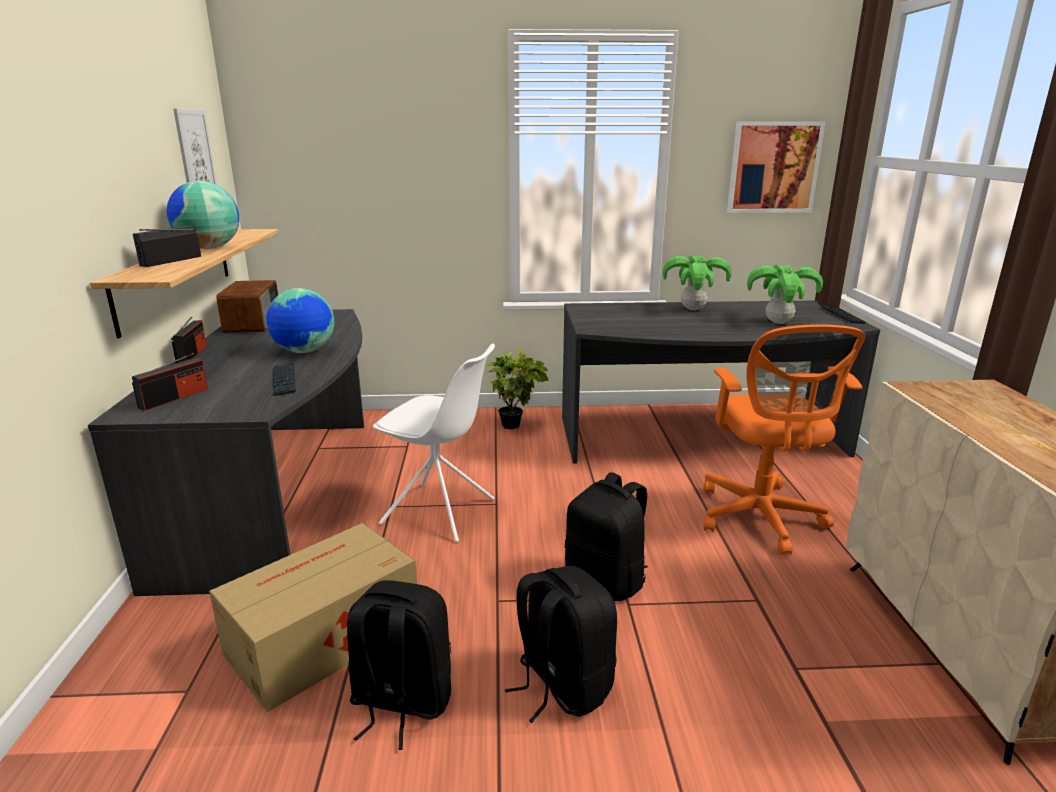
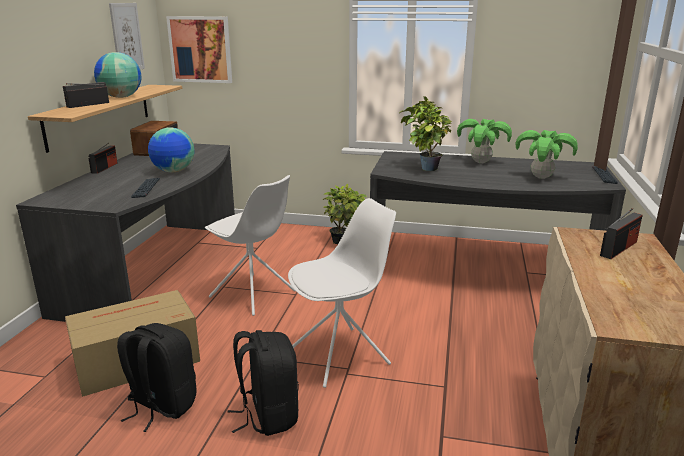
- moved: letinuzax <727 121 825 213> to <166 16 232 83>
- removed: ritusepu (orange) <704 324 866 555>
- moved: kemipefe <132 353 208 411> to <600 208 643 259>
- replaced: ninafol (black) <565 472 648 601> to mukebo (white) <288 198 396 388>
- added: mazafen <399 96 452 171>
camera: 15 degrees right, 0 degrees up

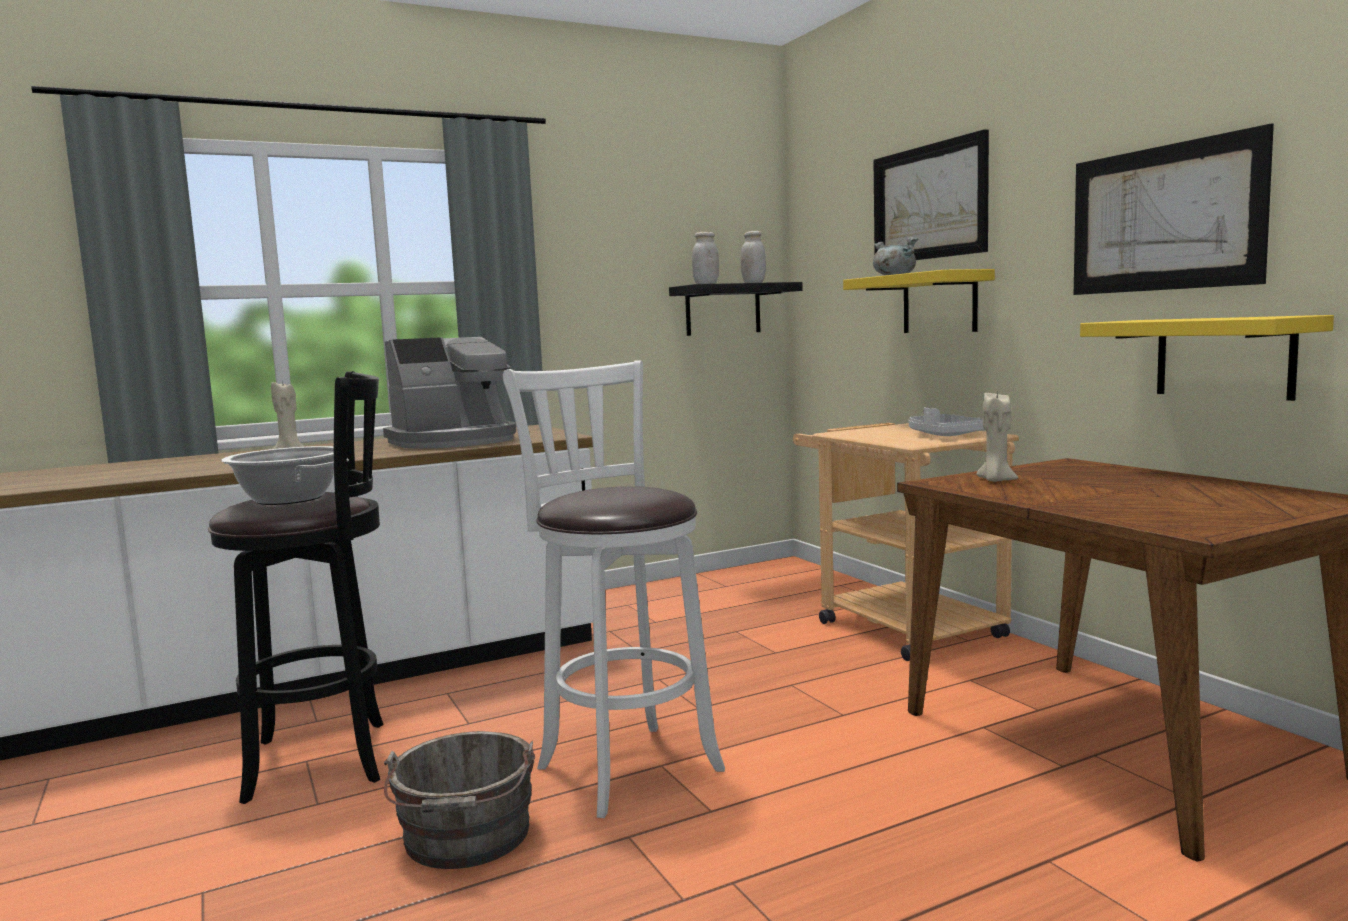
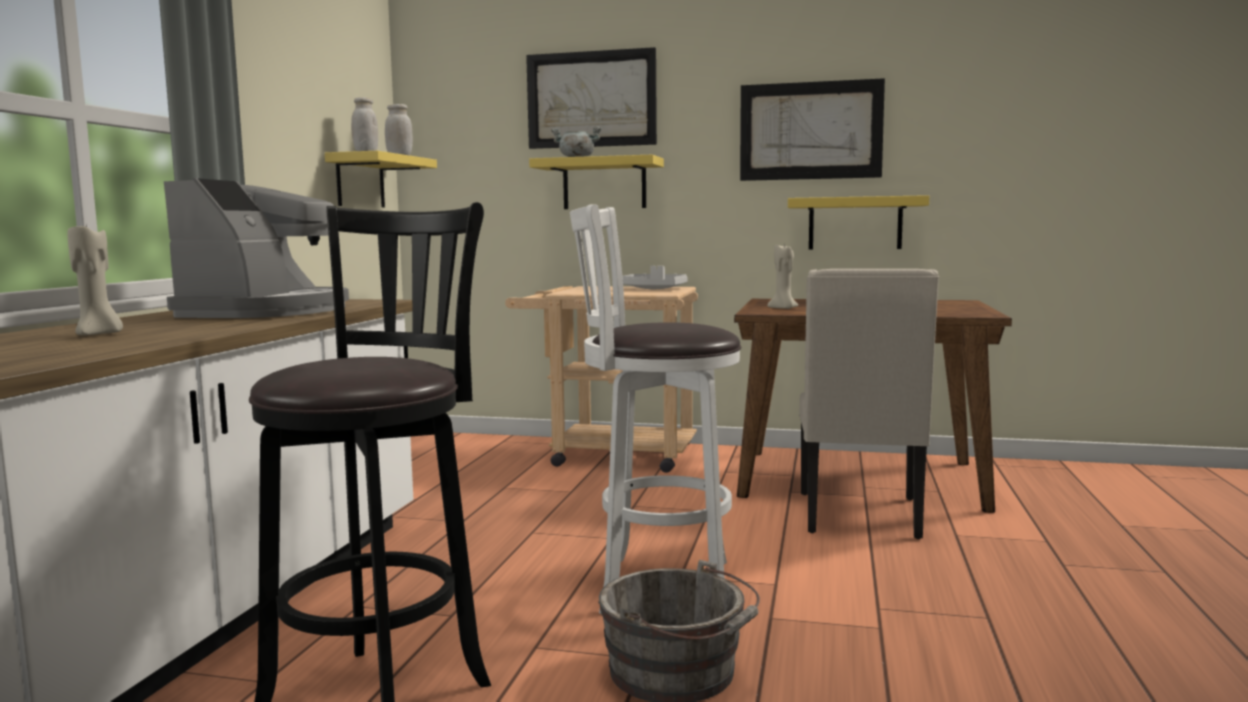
- recoloured: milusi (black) <669 282 803 336> to milusi (yellow) <325 151 437 207>
- removed: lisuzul <221 446 349 505>
- added: mukebo (beige) <799 269 939 539>
camera: 50 degrees left, 0 degrees up

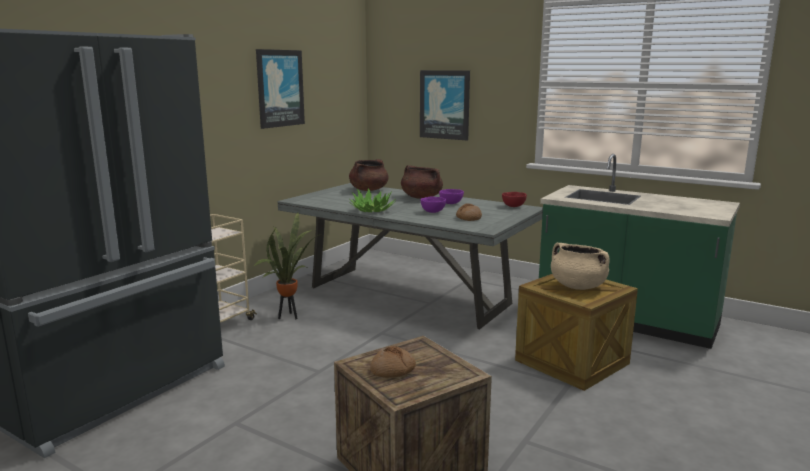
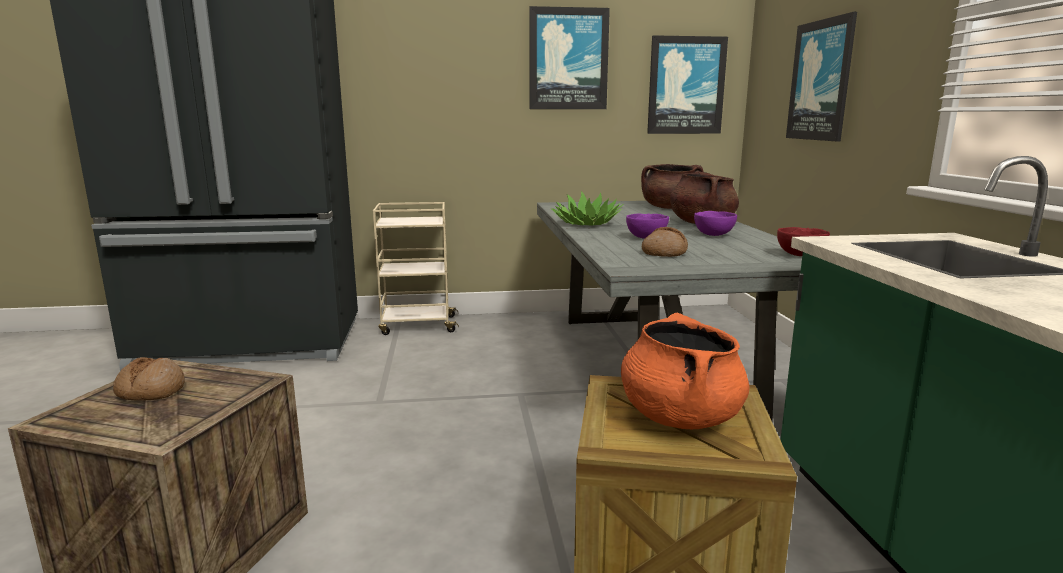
- removed: mazafen <253 212 319 319>
- recoloured: lisuzul (beige) <551 243 610 290> to lisuzul (orange) <621 313 750 429>
- added: letinuzax <647 35 728 134>
camera: 50 degrees right, 0 degrees up

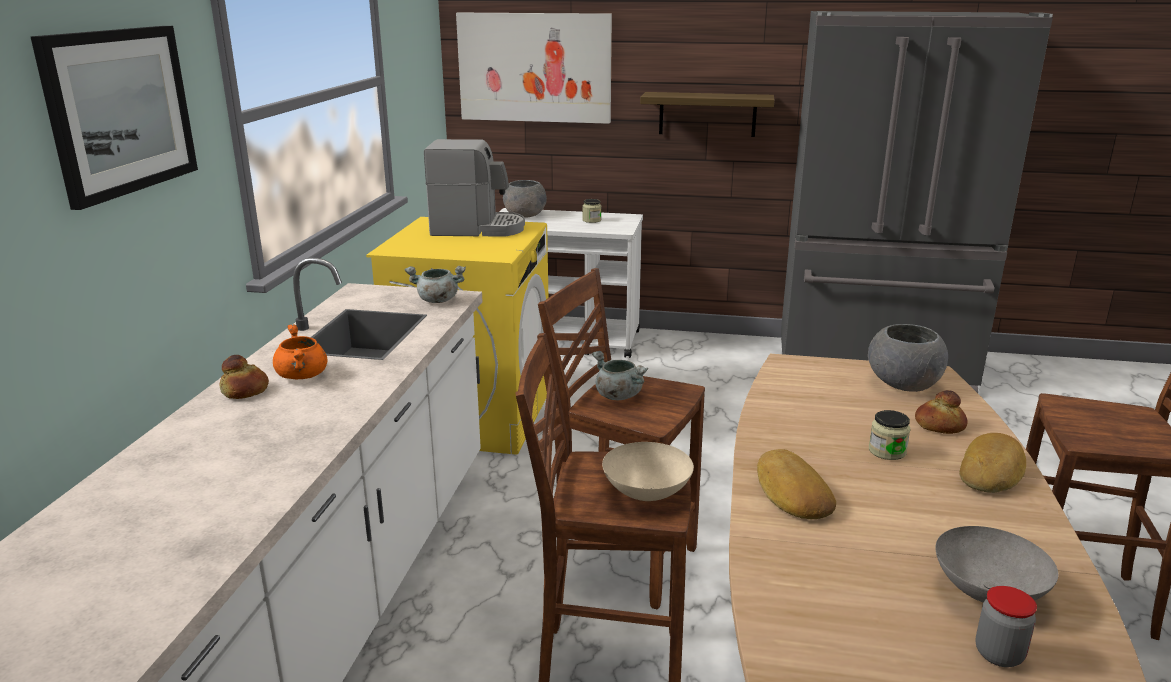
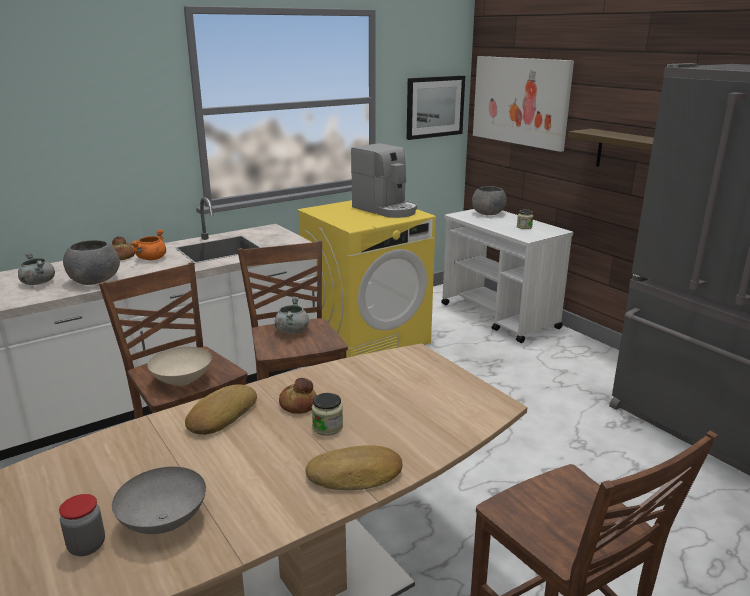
- moved: letinuzax <31 26 198 210> to <407 76 465 140>
- moved: lisuzul (grey) <405 266 466 303> to <18 252 55 285>
- moved: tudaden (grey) <868 324 948 392> to <63 240 120 285>
- moved: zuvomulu <915 390 968 434> to <279 378 317 414>
camera: 45 degrees right, 0 degrees up

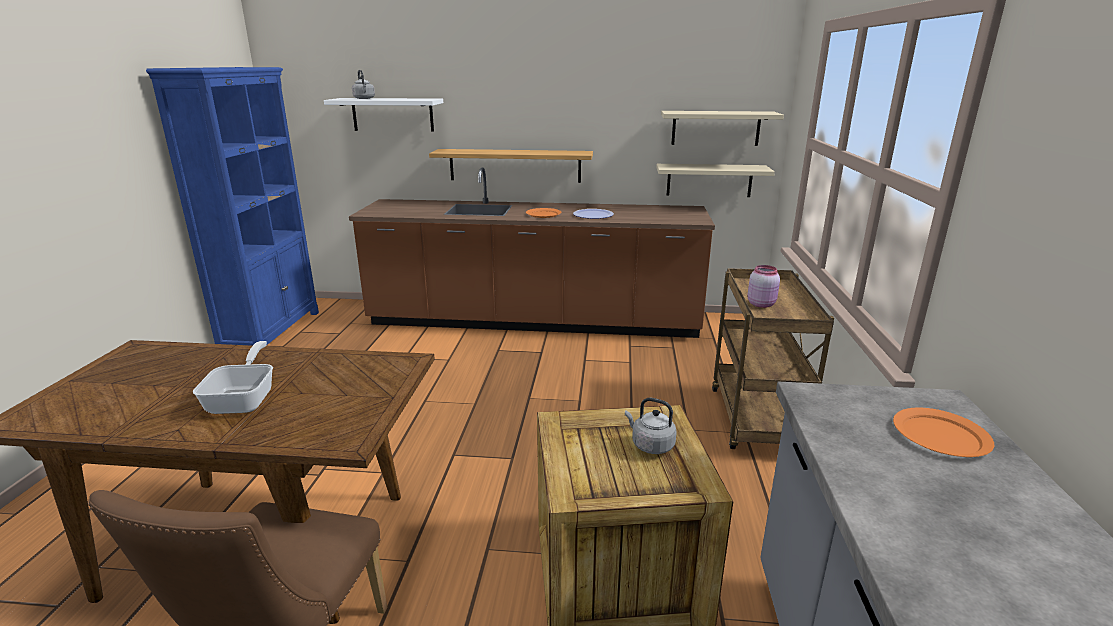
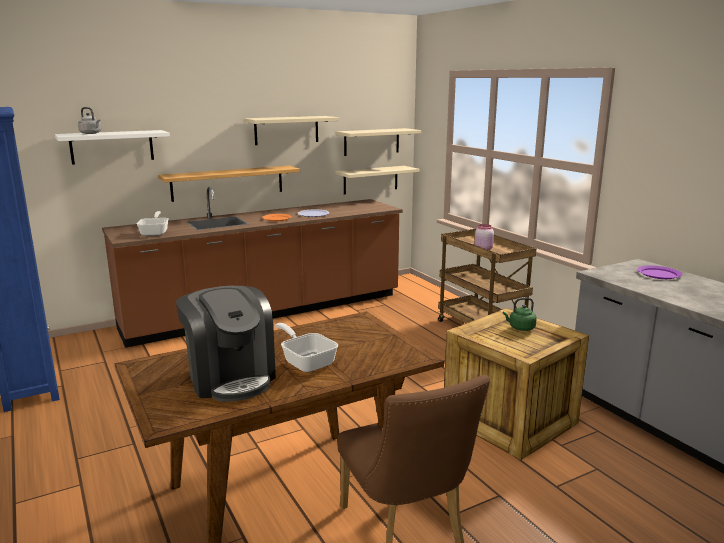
- recoloured: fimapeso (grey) <625 398 677 454> to fimapeso (green) <503 298 537 331>
- recoloured: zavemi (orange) <893 408 994 457> to zavemi (purple) <637 266 682 279>
- added: milusi (beige) <244 116 339 145>
- added: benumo <137 211 169 236>
- added: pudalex <176 286 276 402>
camera: 35 degrees left, 5 degrees down

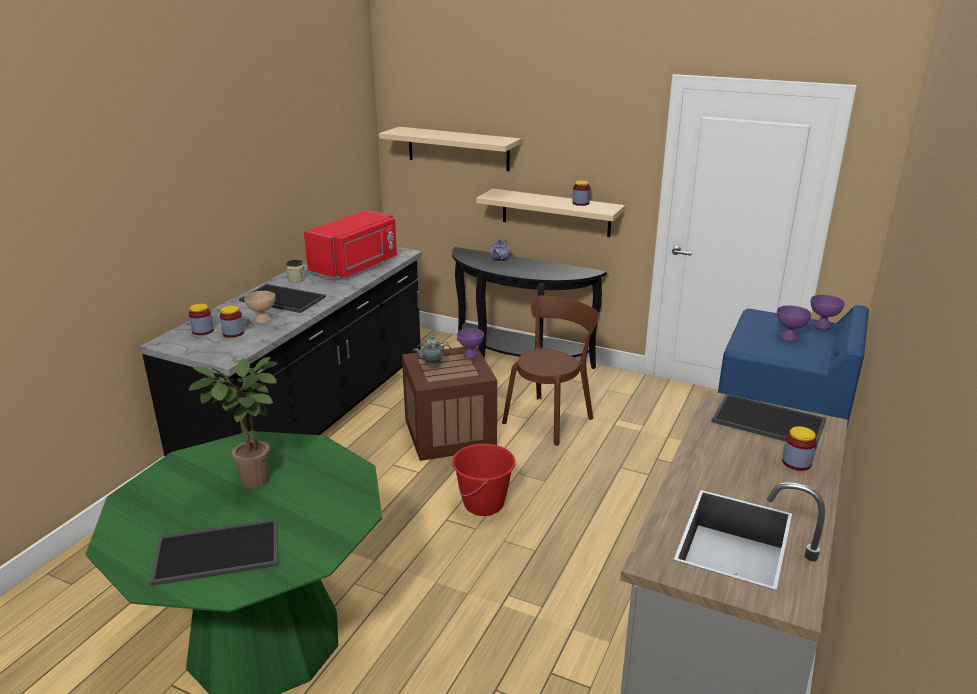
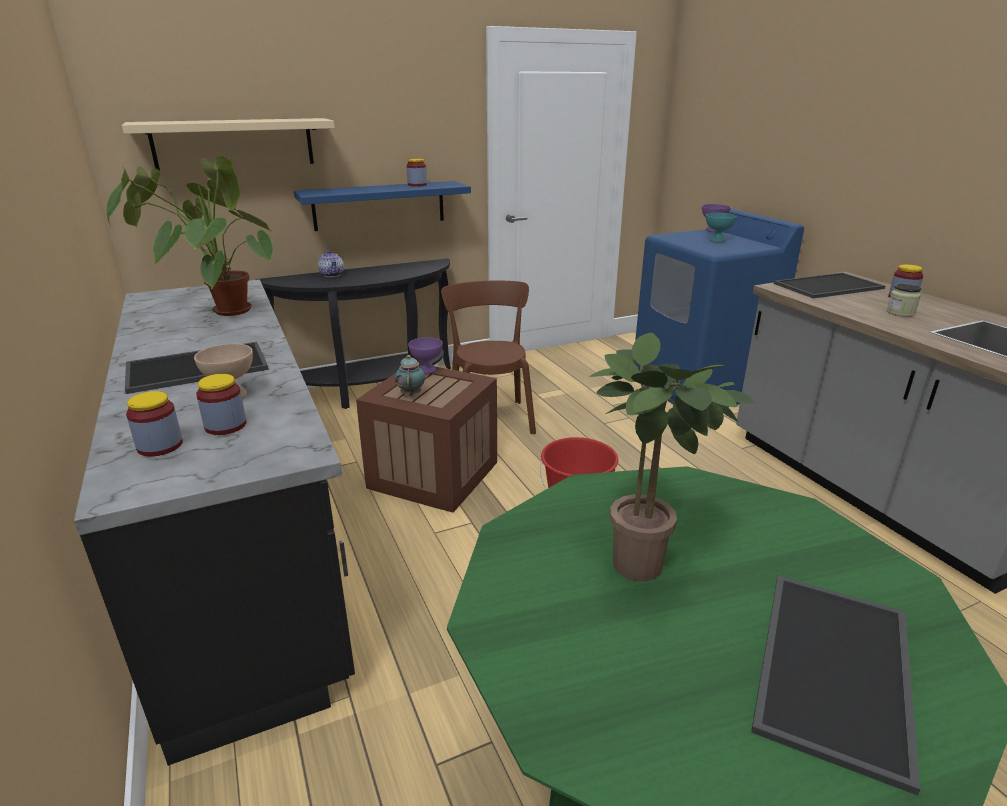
- recoloured: milusi (beige) <476 189 625 237> to milusi (blue) <294 181 471 231>
- replaced: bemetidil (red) <304 210 397 279> to mazafen <106 156 273 316>
- moved: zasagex <286 260 305 282> to <887 284 921 317>
- recoloured: tudaden (purple) <777 305 812 341> to tudaden (turquoise) <706 213 736 243>
- turned: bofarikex <413 336 451 366> = <395 355 425 396> 150 degrees clockwise
camera: 50 degrees left, 0 degrees up

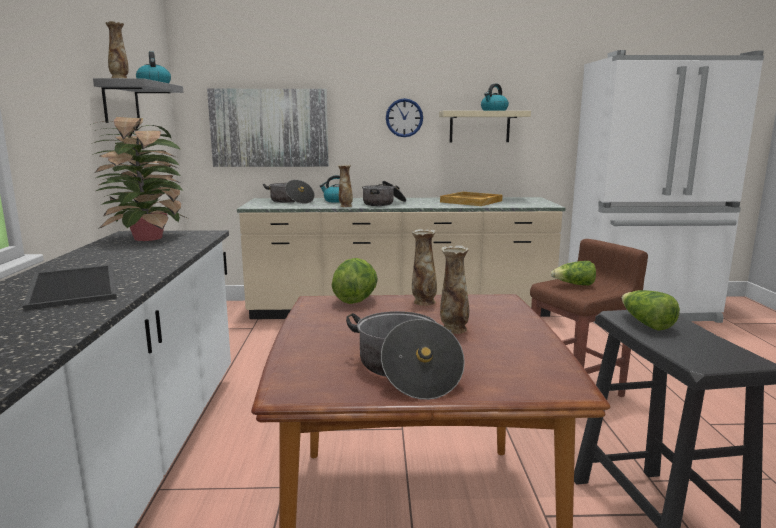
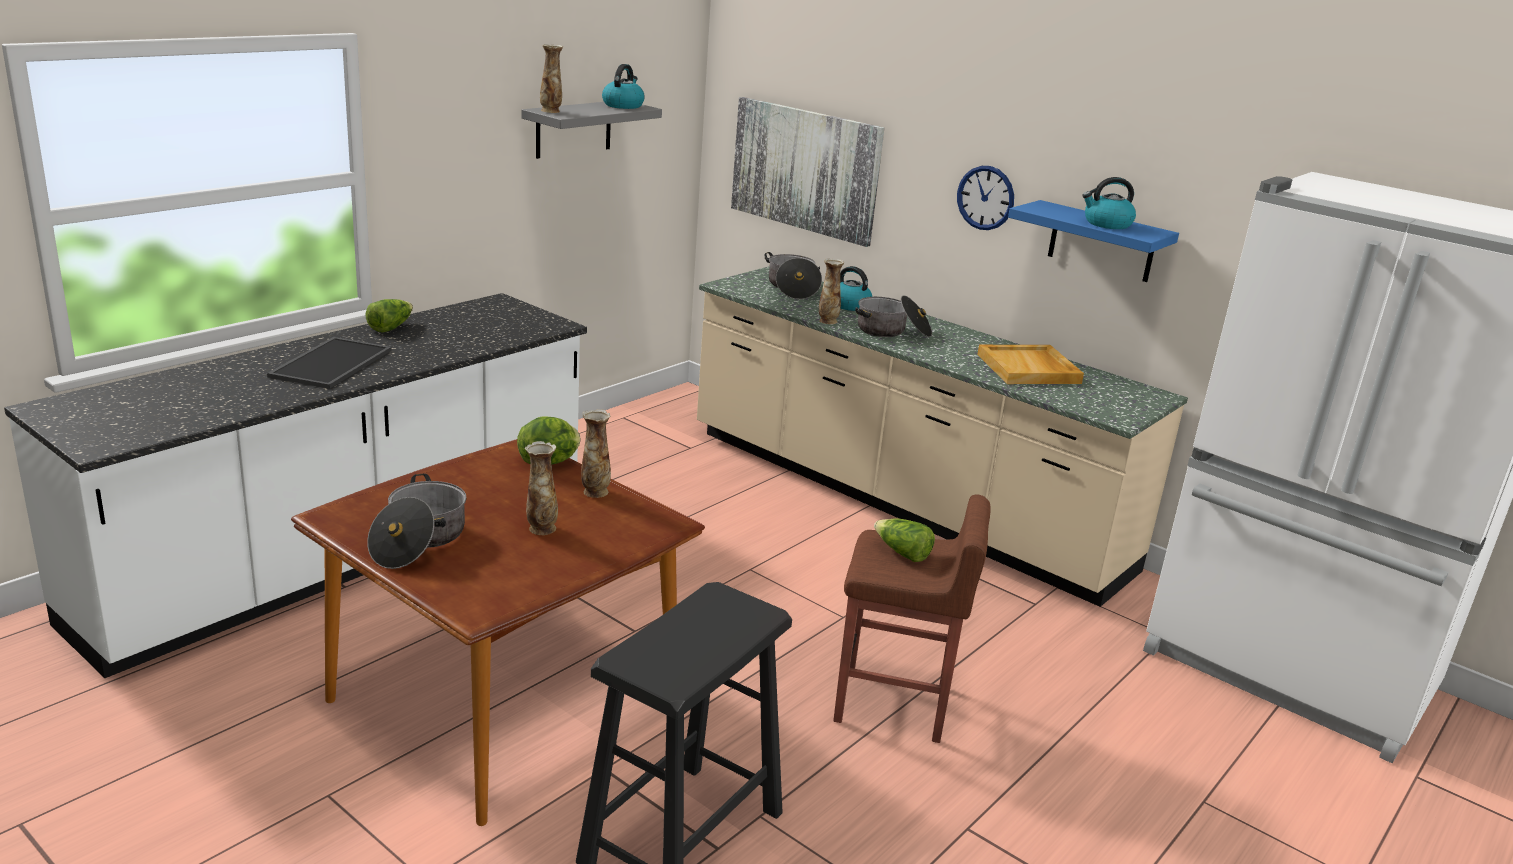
- recoloured: milusi (beige) <439 111 531 142> to milusi (blue) <1008 200 1179 282>
- removed: mazafen <90 117 186 241>
- moved: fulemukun <622 290 680 331> to <365 299 413 333>
camera: 40 degrees right, 10 degrees up

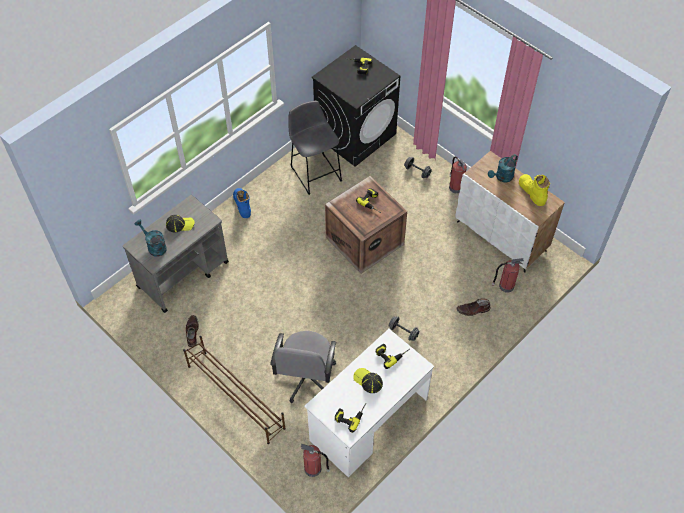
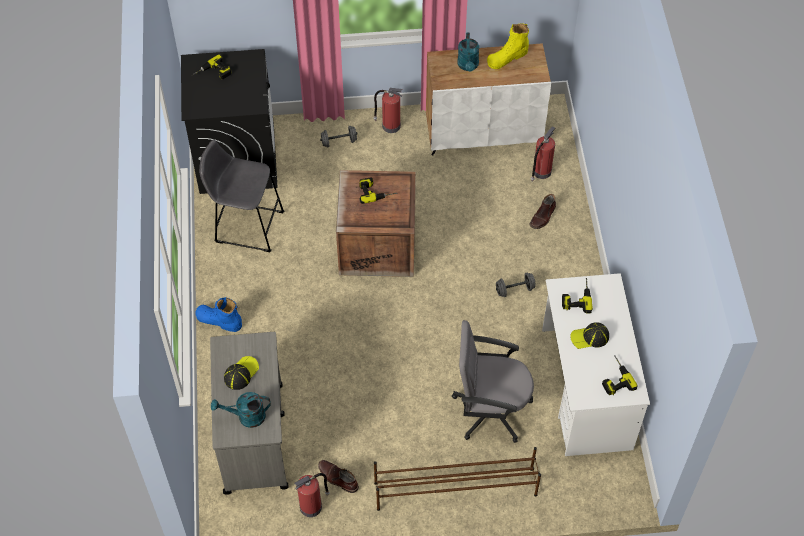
- turned: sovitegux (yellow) <519 174 550 206> = <487 24 529 69> 45 degrees counterclockwise
- turned: ritusepu (grey) <270 331 336 403> = <452 320 534 443> 135 degrees clockwise
- moved: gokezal <301 444 330 477> to <294 473 330 517>
camera: 50 degrees left, 0 degrees up

